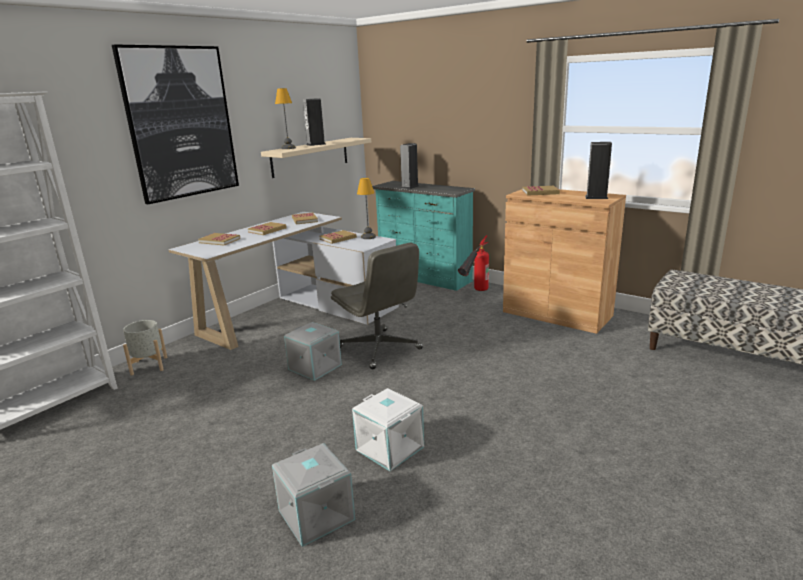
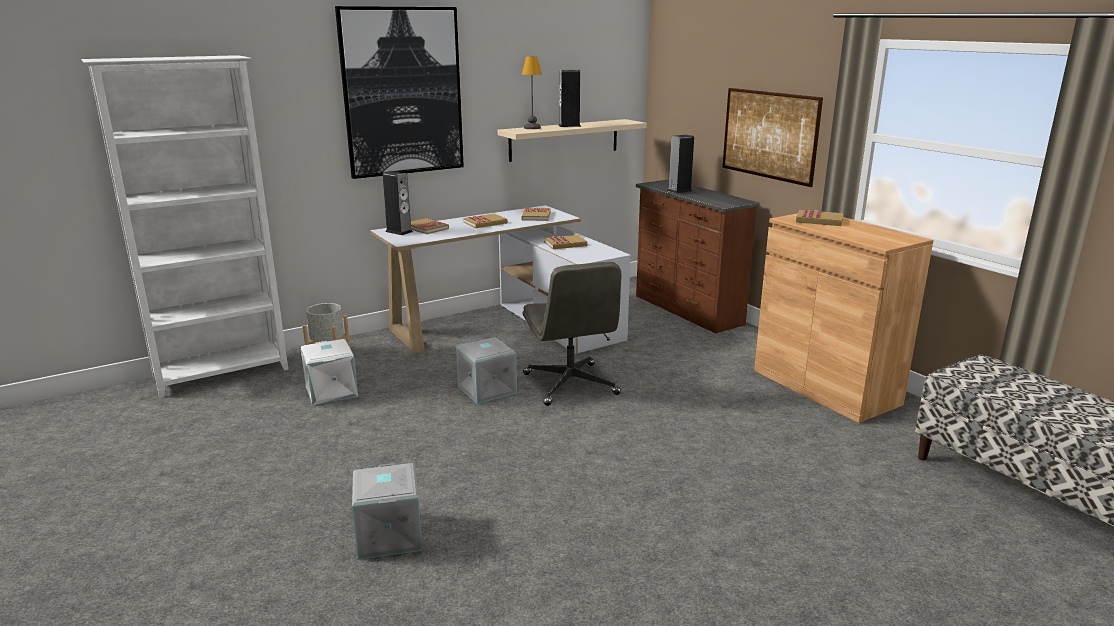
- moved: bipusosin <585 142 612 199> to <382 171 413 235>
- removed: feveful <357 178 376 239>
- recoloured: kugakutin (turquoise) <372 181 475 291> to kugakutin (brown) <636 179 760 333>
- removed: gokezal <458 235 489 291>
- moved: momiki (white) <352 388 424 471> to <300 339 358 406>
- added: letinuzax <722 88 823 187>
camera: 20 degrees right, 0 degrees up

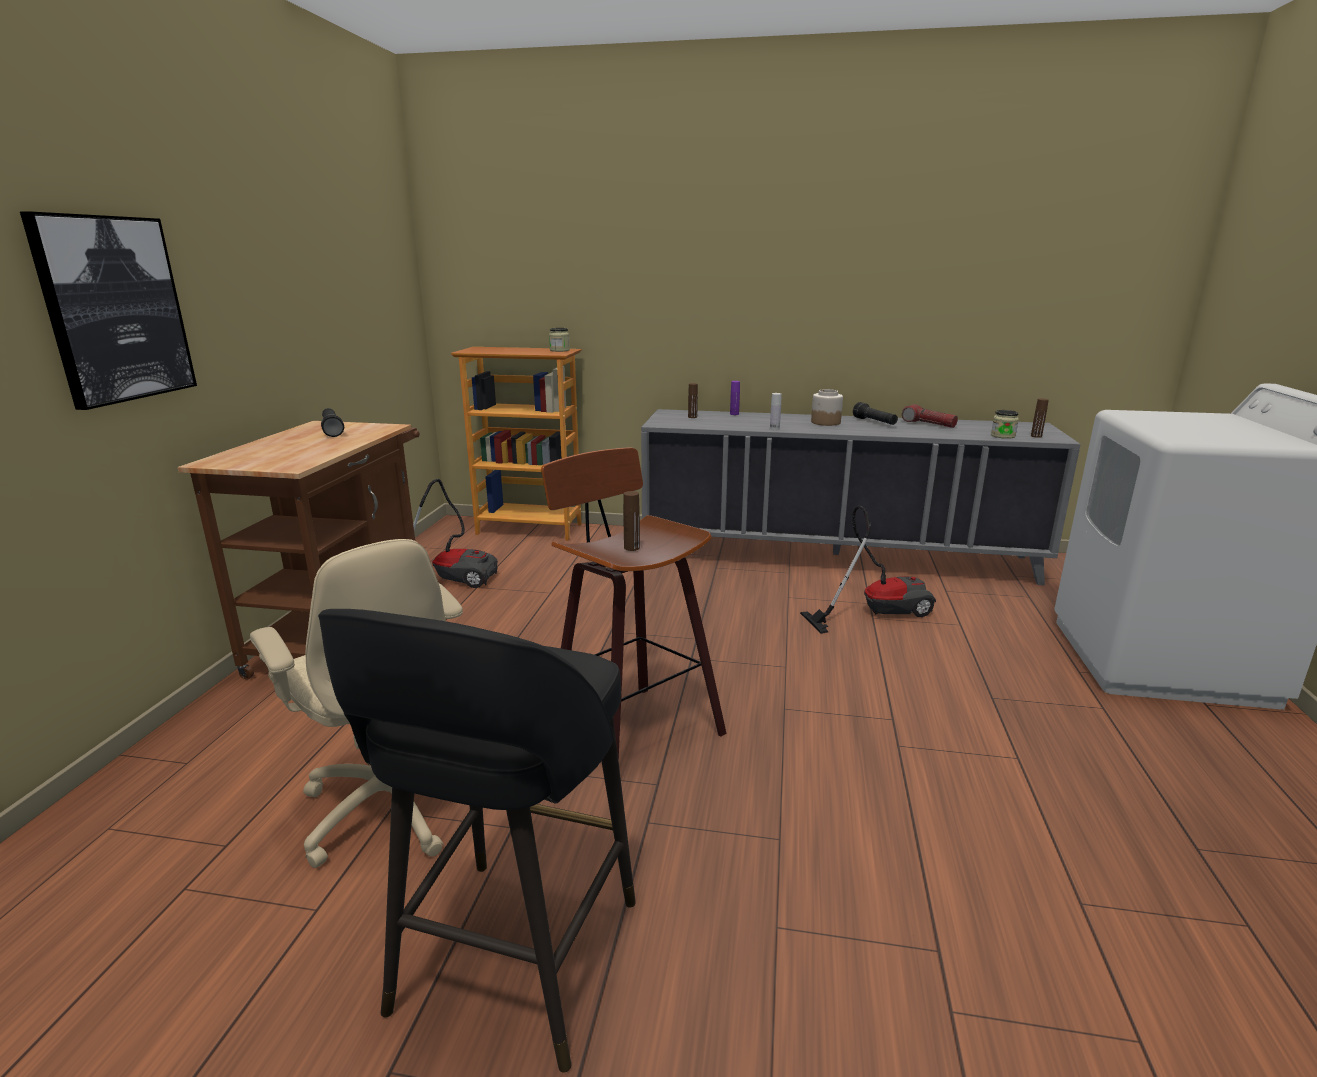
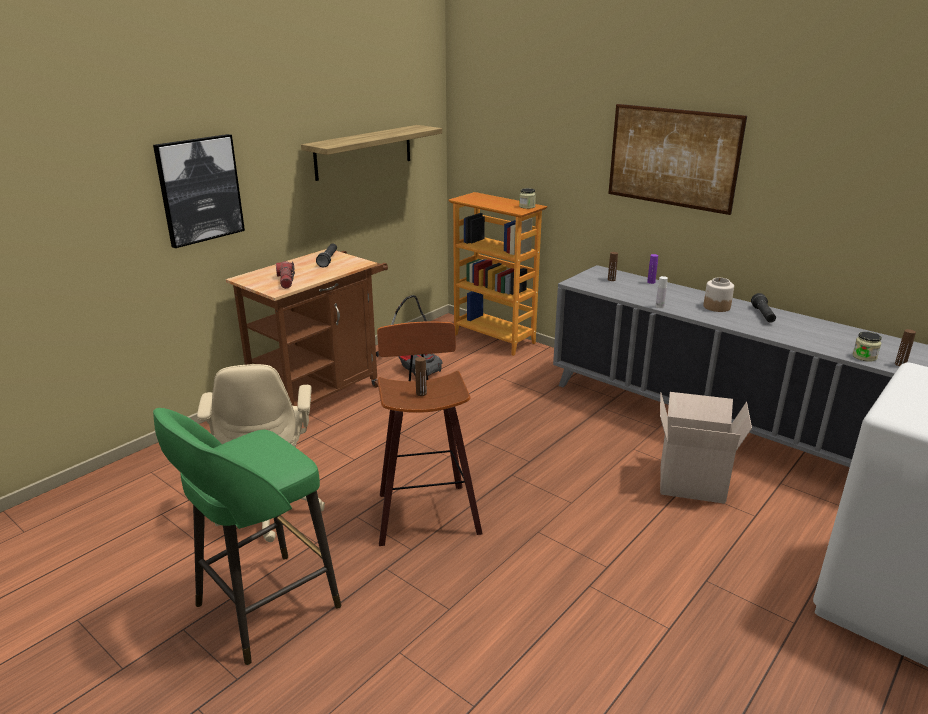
- moved: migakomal <902 404 958 428> to <276 261 295 289>
- replaced: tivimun <800 505 936 634> to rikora <660 392 752 504>
- recoloured: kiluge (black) <318 609 636 1073> to kiluge (green) <153 408 341 665>
- added: letinuzax <608 104 747 215>
- added: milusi <301 125 442 181>
camera: 30 degrees right, 5 degrees up

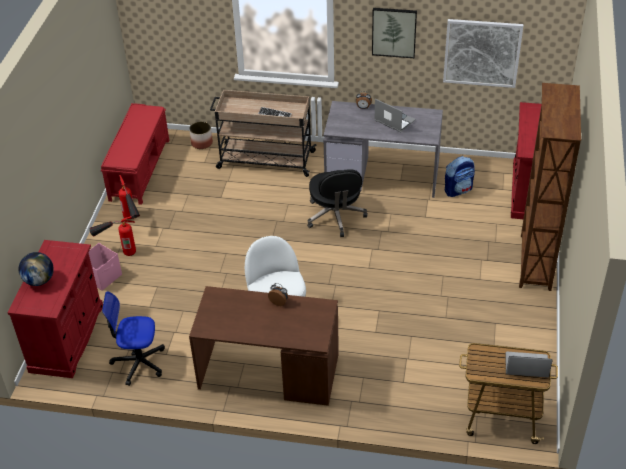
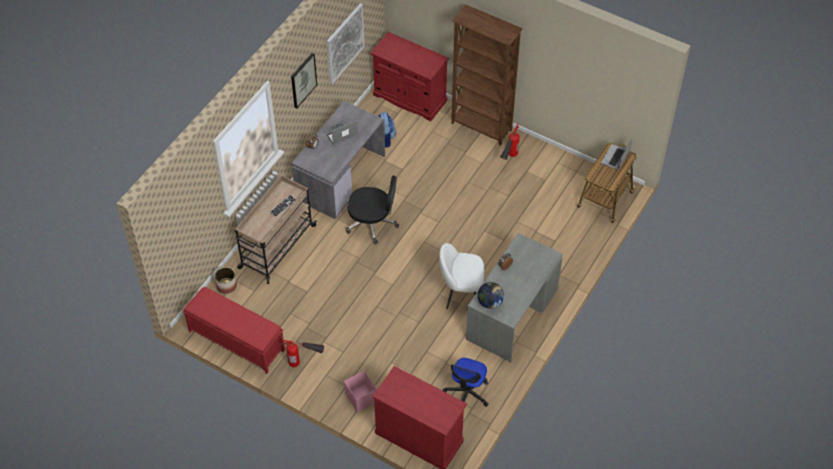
- moved: gokezal <89 216 136 256> to <500 123 520 160>
- moved: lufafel <18 252 54 286> to <477 282 504 309>
- recoloured: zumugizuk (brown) <189 286 339 406> to zumugizuk (grey) <466 233 563 362>
camera: 70 degrees left, 10 degrees up

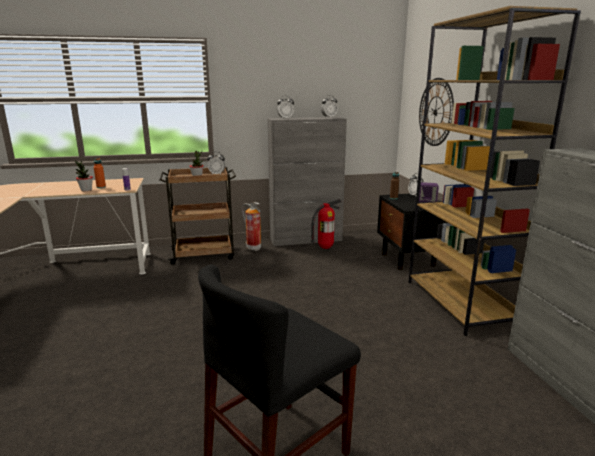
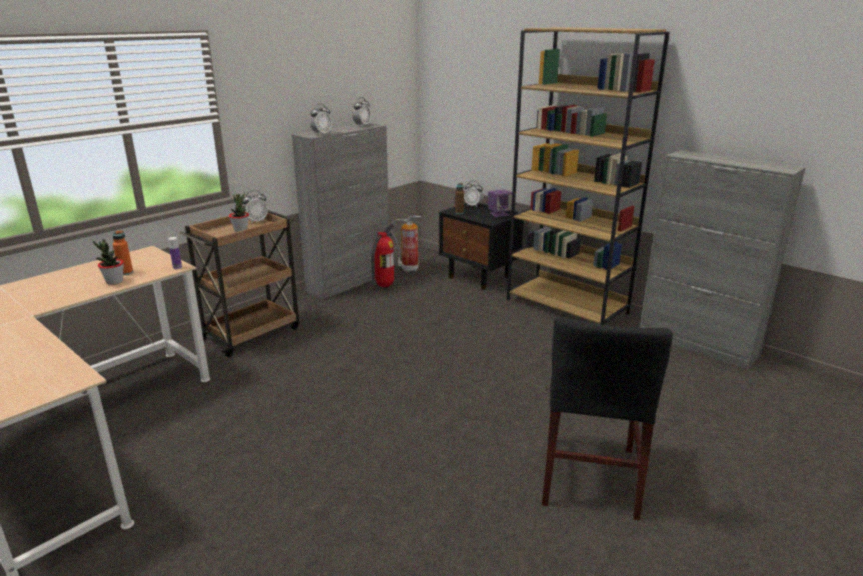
- removed: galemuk <419 78 454 146>
- moved: gokezal <241 202 261 251> to <390 216 422 272>
camera: 35 degrees left, 5 degrees up

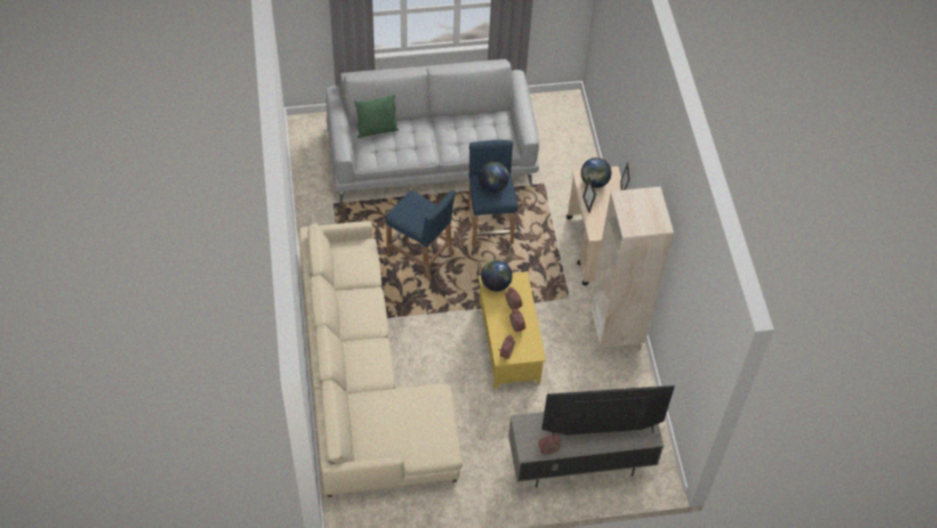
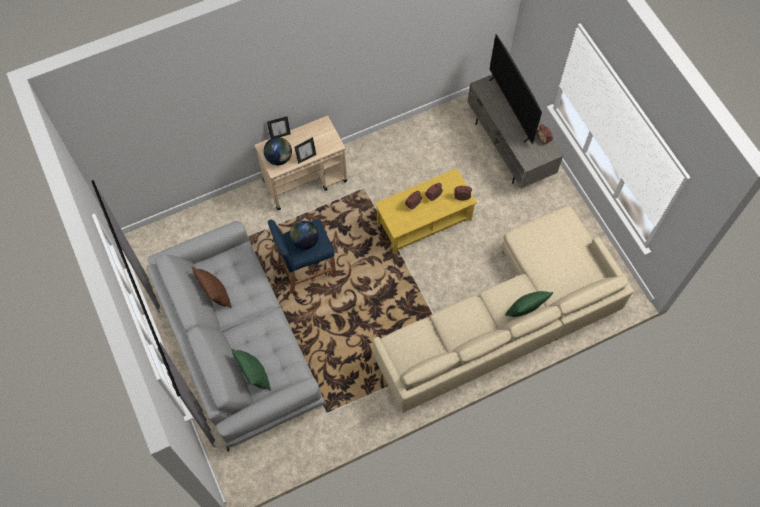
- removed: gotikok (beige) <590 186 674 355>
- removed: kiluge (blue) <385 190 456 281>
- removed: lufafel <481 260 512 292>
- added: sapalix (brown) <192 267 231 308>
- added: sapalix (green) <505 291 553 317>
camera: 105 degrees left, 10 degrees up

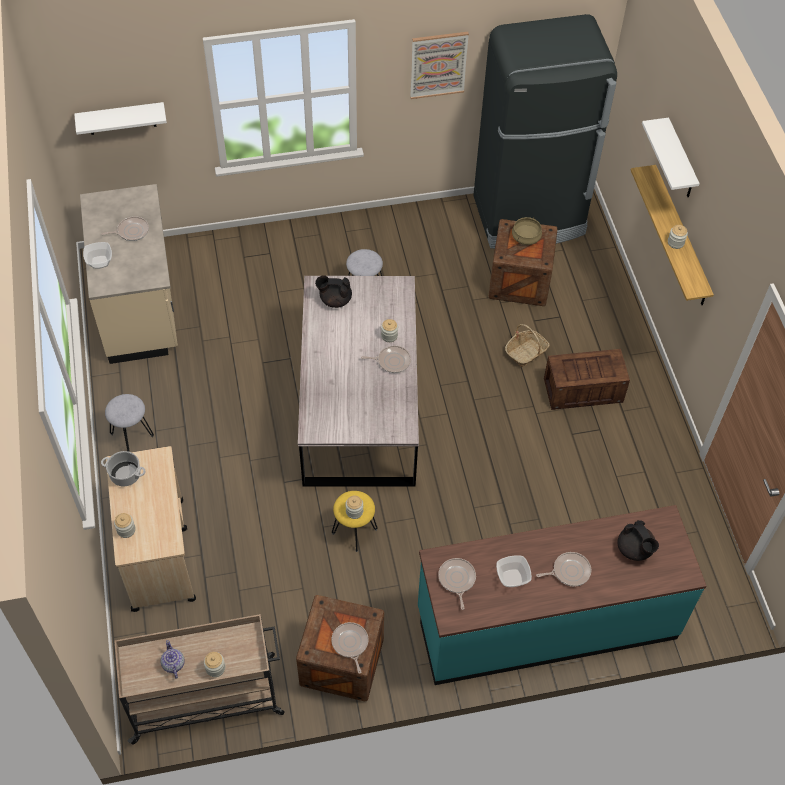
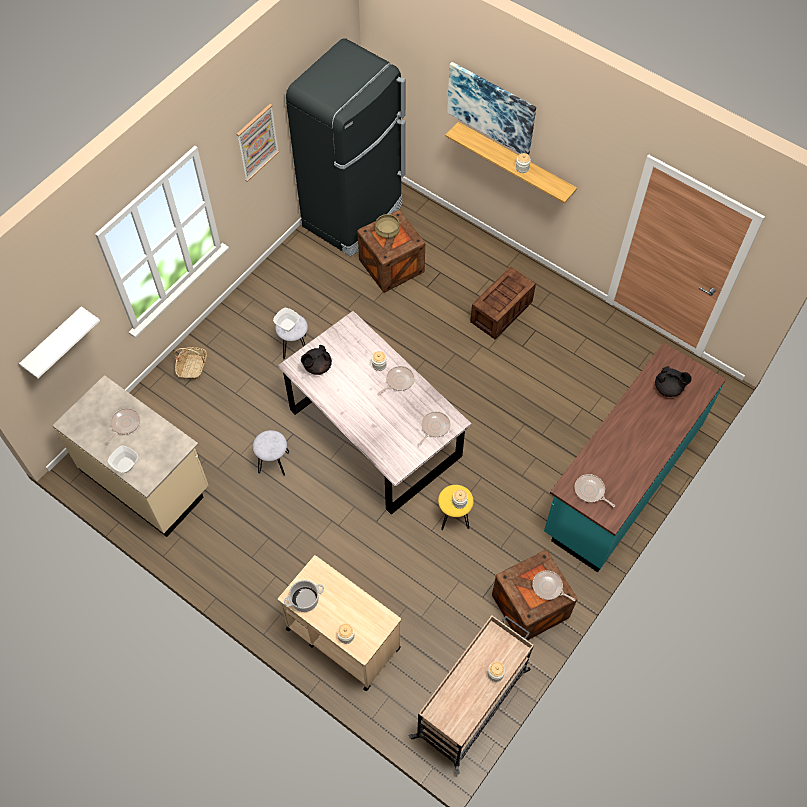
- replaced: milusi (white) <642 117 700 197> to letinuzax <447 62 536 155>
- moved: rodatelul <505 324 550 367> to <174 347 207 380>
- moved: kiluge (grey) <105 394 154 452> to <253 430 289 476>
- moved: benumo <536 552 591 586> to <419 411 450 445>
- moved: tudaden <496 555 532 587> to <273 308 300 331>
- removed: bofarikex <161 640 184 679>
camera: 40 degrees left, 5 degrees up

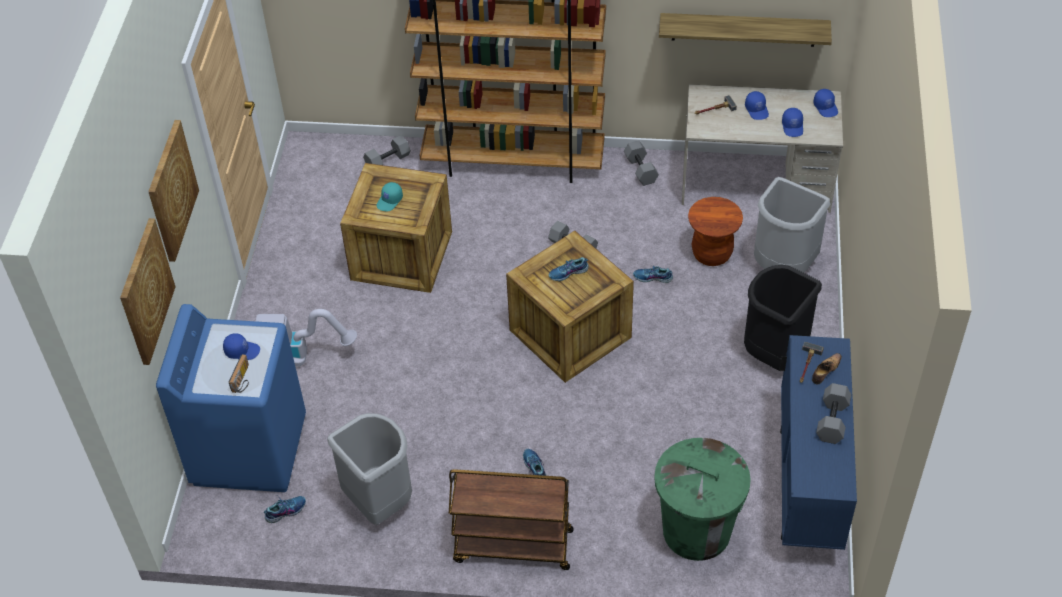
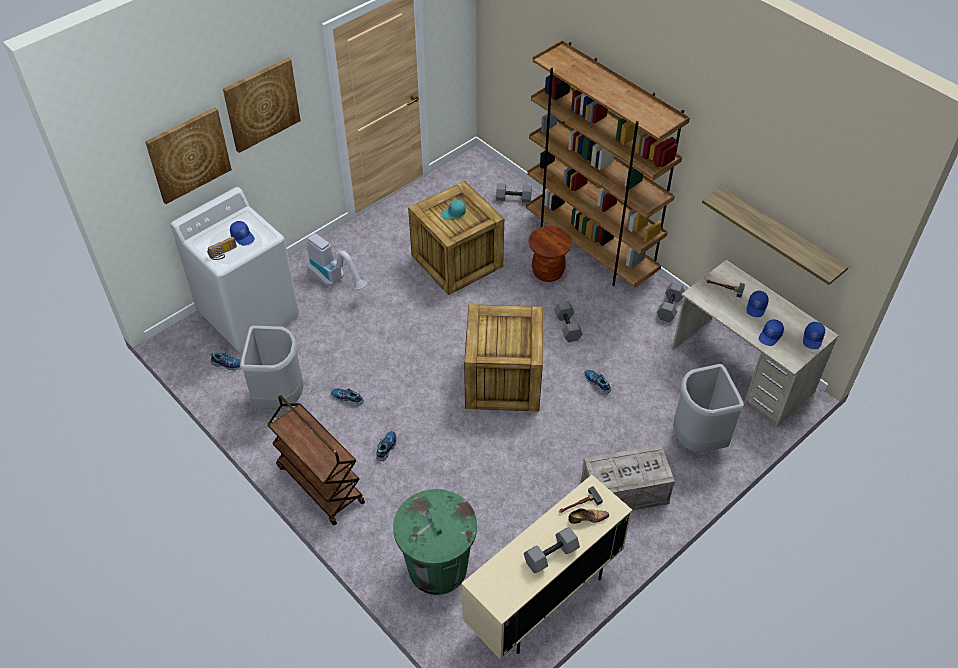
- moved: kiluge (brown) <688 197 743 266> to <528 226 572 282>
- moved: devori <549 257 589 281> to <331 388 364 405>
- replaced: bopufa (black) <744 265 822 371> to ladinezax <581 444 675 510>
- recoloured: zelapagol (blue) <156 304 306 492> to zelapagol (white) <170 187 299 353>
- recoloured: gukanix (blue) <779 335 857 550> to gukanix (beige) <461 475 632 659>
camera: 40 degrees right, 0 degrees up

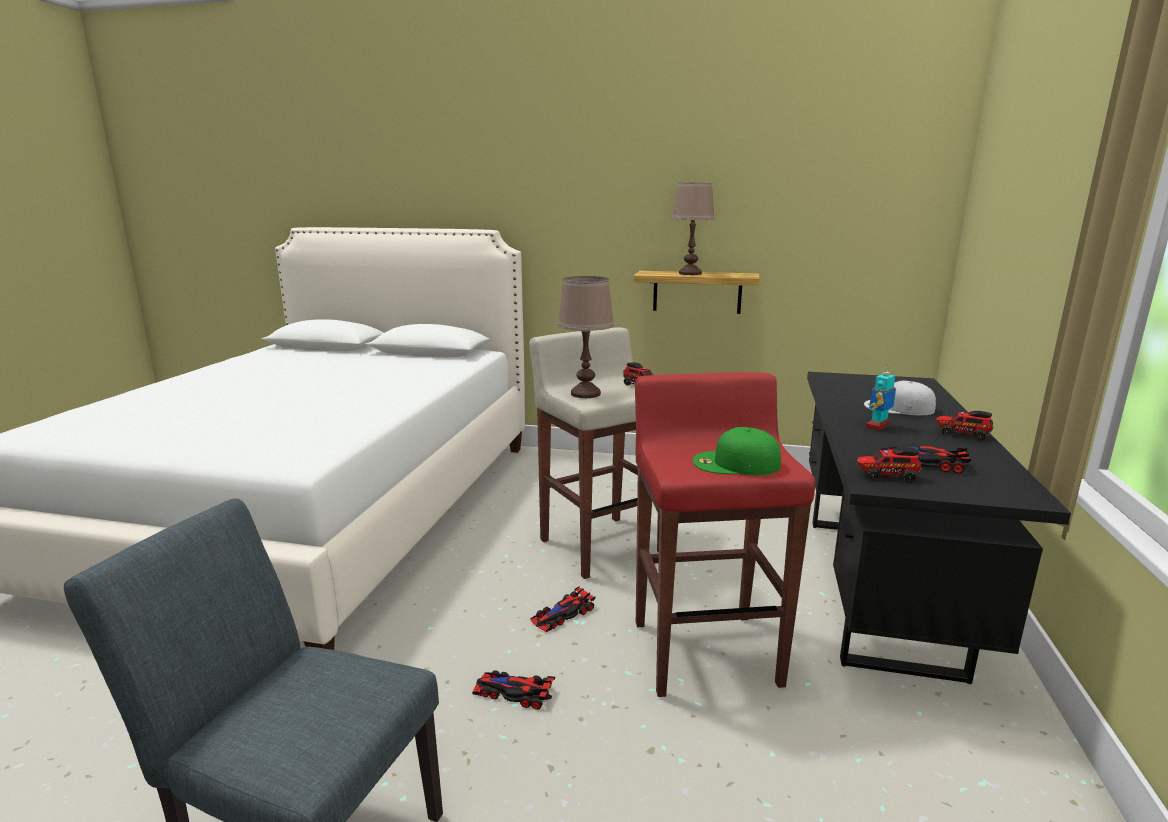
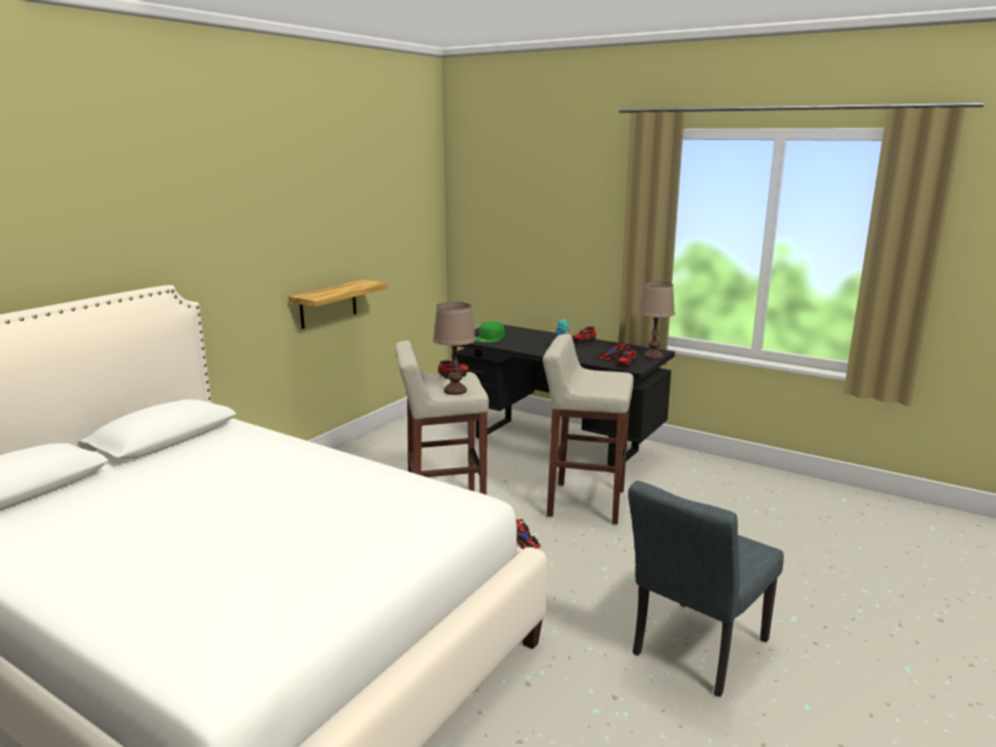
- moved: feveful (brown) <672 183 715 275> to <638 282 675 360>
- recoloured: kiluge (red) <635 372 815 697> to kiluge (beige) <543 334 634 524>
- removed: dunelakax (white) <864 381 936 415>
- moved: dunelakax (green) <693 427 781 475> to <476 321 505 343>
- removed: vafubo <472 670 555 710>
camera: 70 degrees left, 0 degrees up

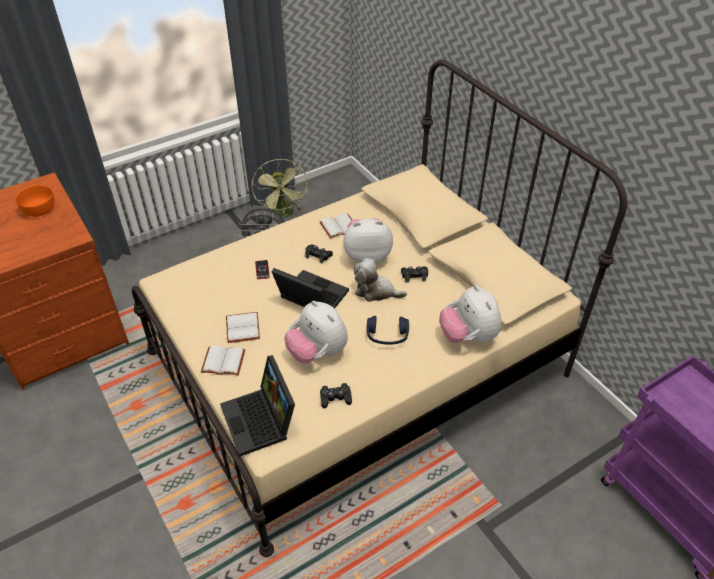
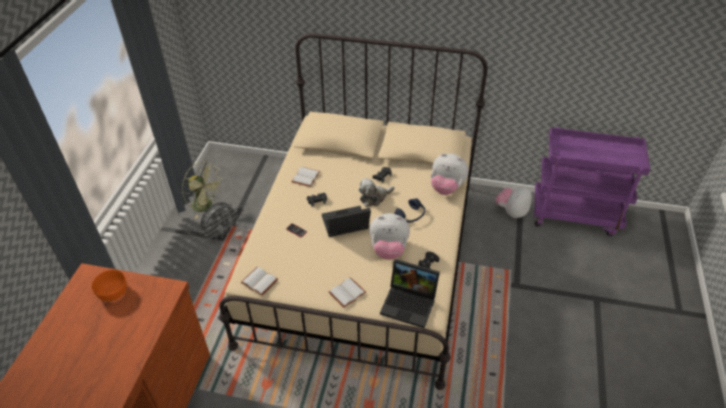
- moved: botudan <343 218 393 264> to <495 186 532 218>
- moved: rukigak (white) <226 312 260 343> to <241 267 278 296>
camera: 45 degrees left, 0 degrees up

